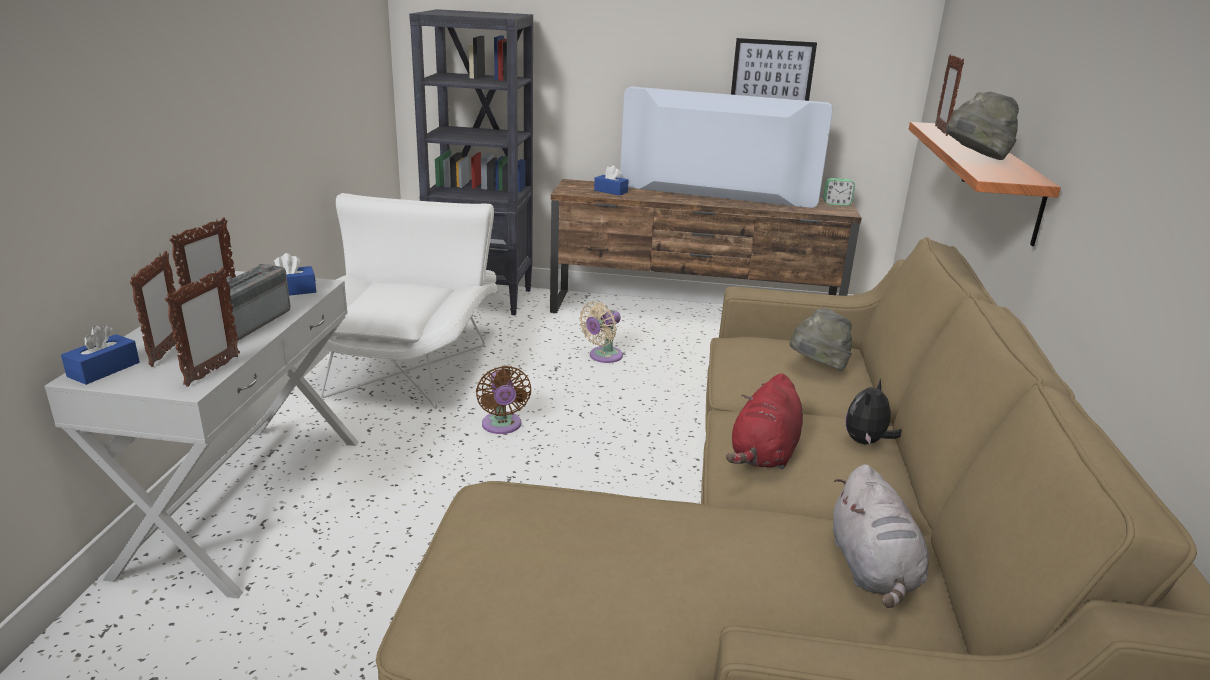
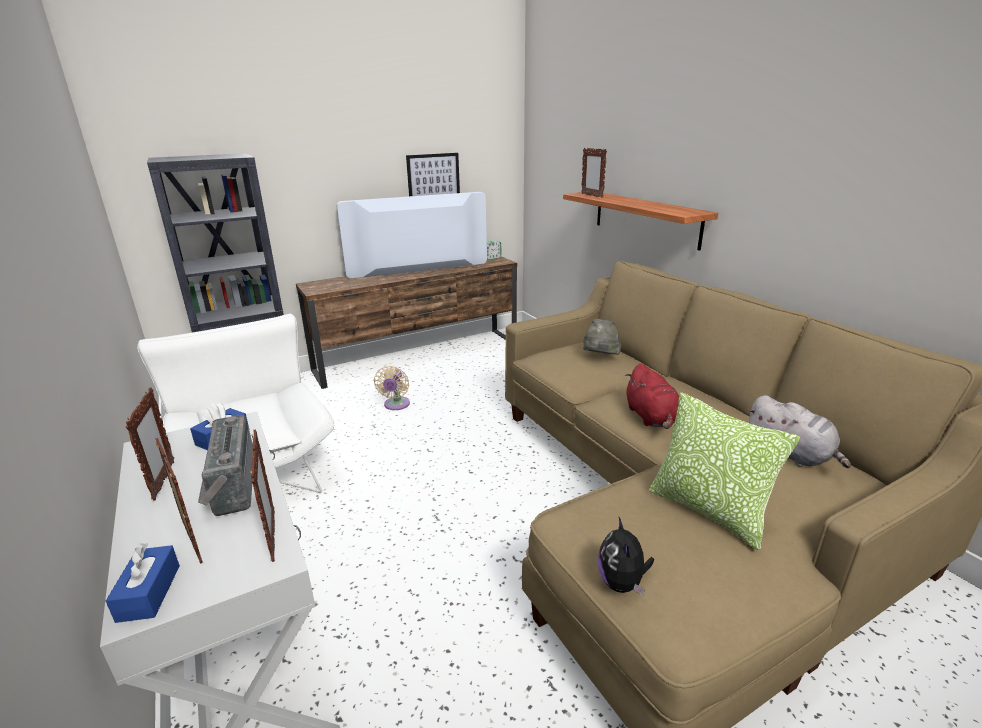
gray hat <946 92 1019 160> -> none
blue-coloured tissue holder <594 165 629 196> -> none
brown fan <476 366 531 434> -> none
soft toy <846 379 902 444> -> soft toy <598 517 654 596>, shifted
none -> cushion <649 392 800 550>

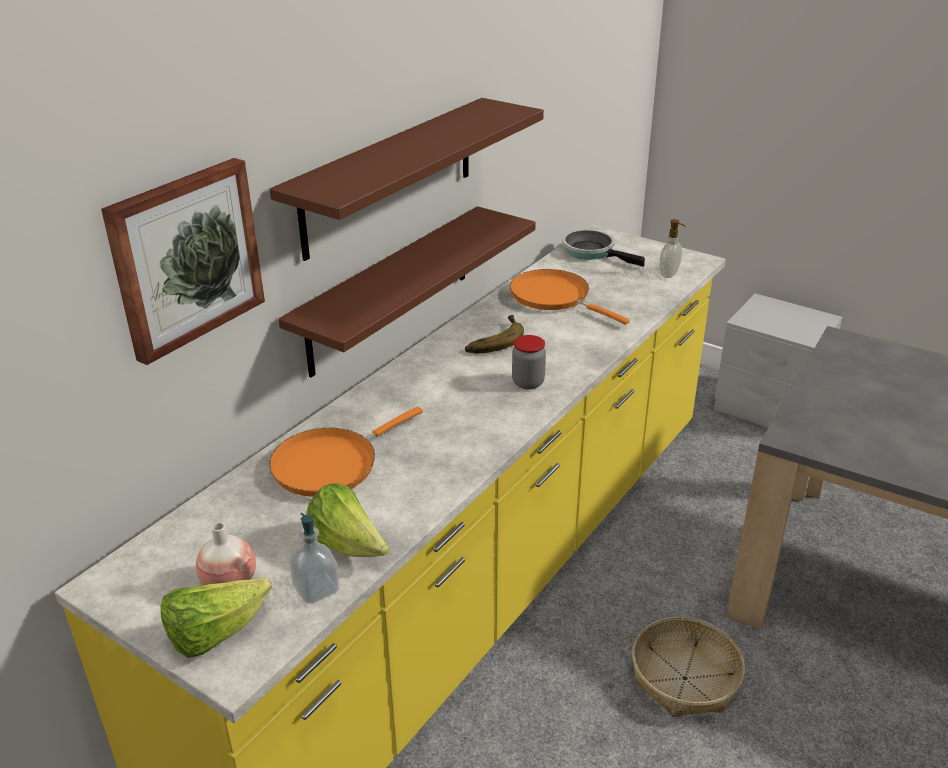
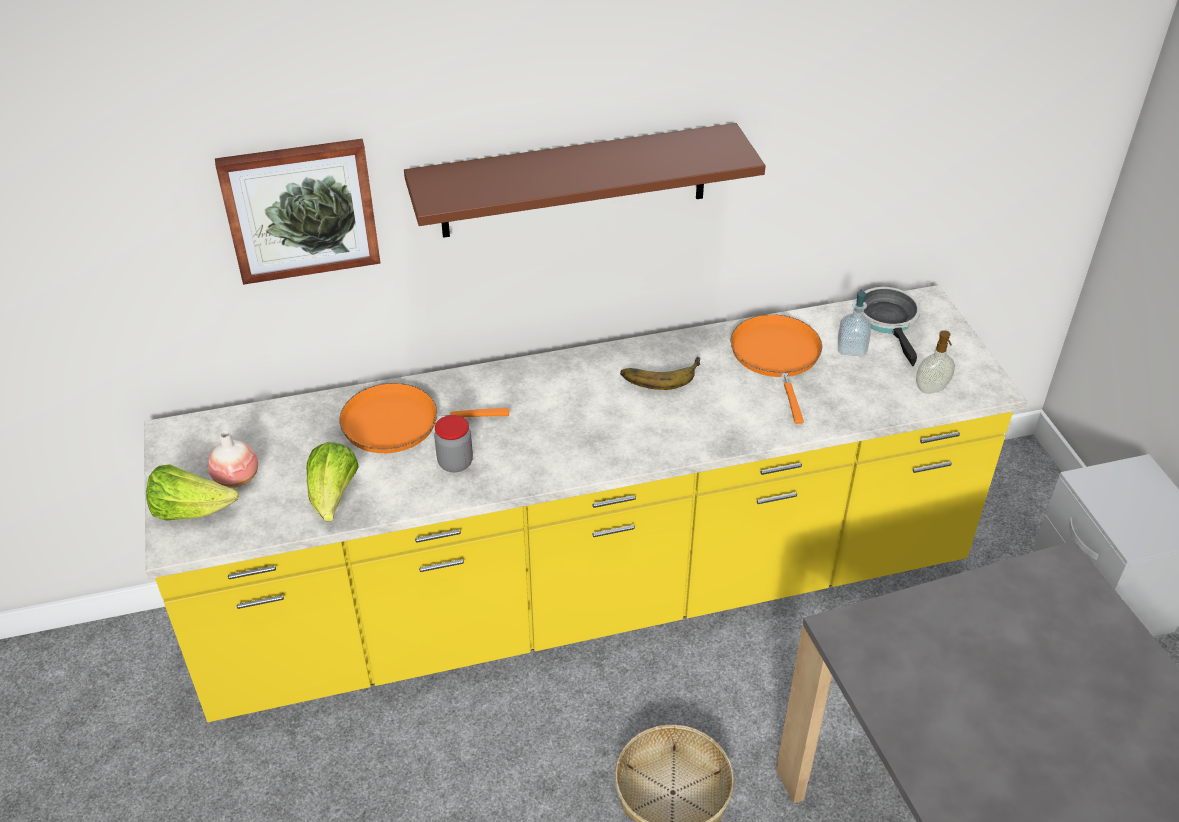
brown shelf <279 206 536 377> -> none
jar <512 335 546 389> -> jar <434 415 473 472>, shifted
soap dispenser <289 513 339 604> -> soap dispenser <838 290 871 356>, shifted

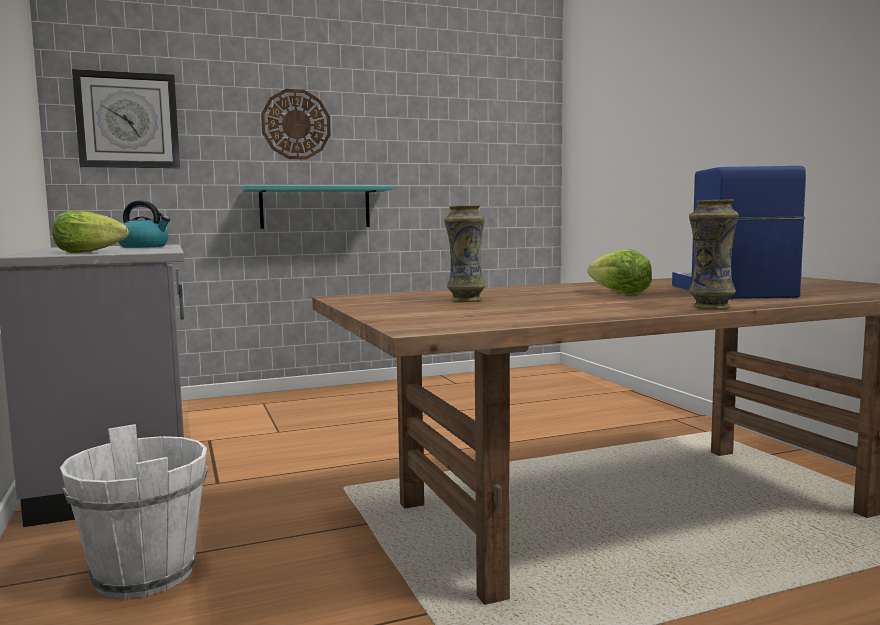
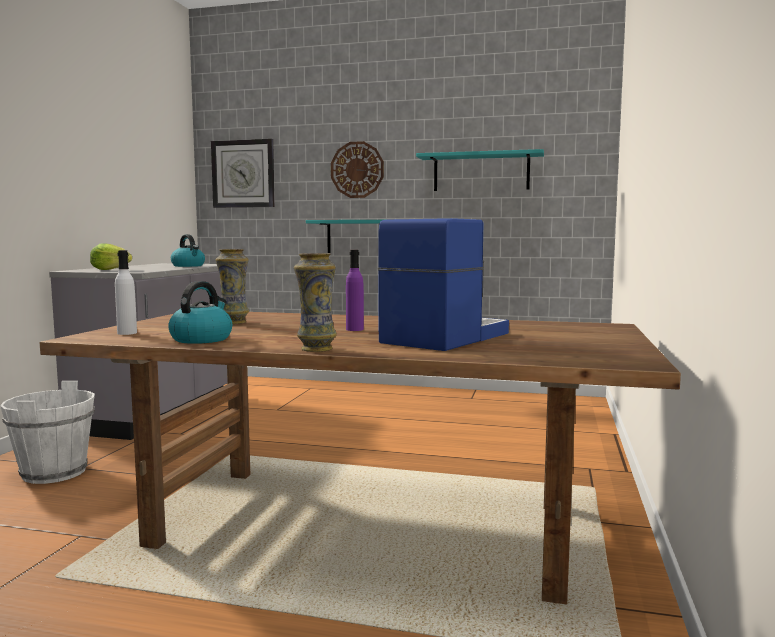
lettuce <587 250 652 295> -> purplish beverage bottle <346 250 364 331>
none -> blue-green shelf <416 149 544 191>
none -> white-coloured beverage bottle <115 250 137 335>
none -> water kettle <168 281 232 344>

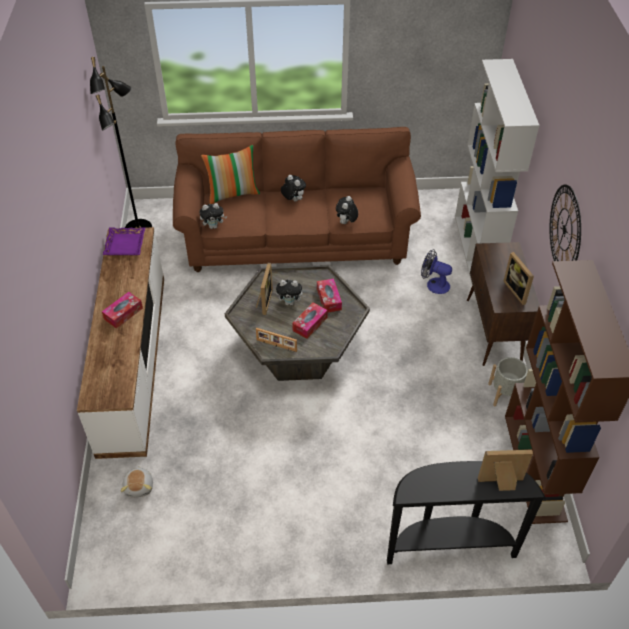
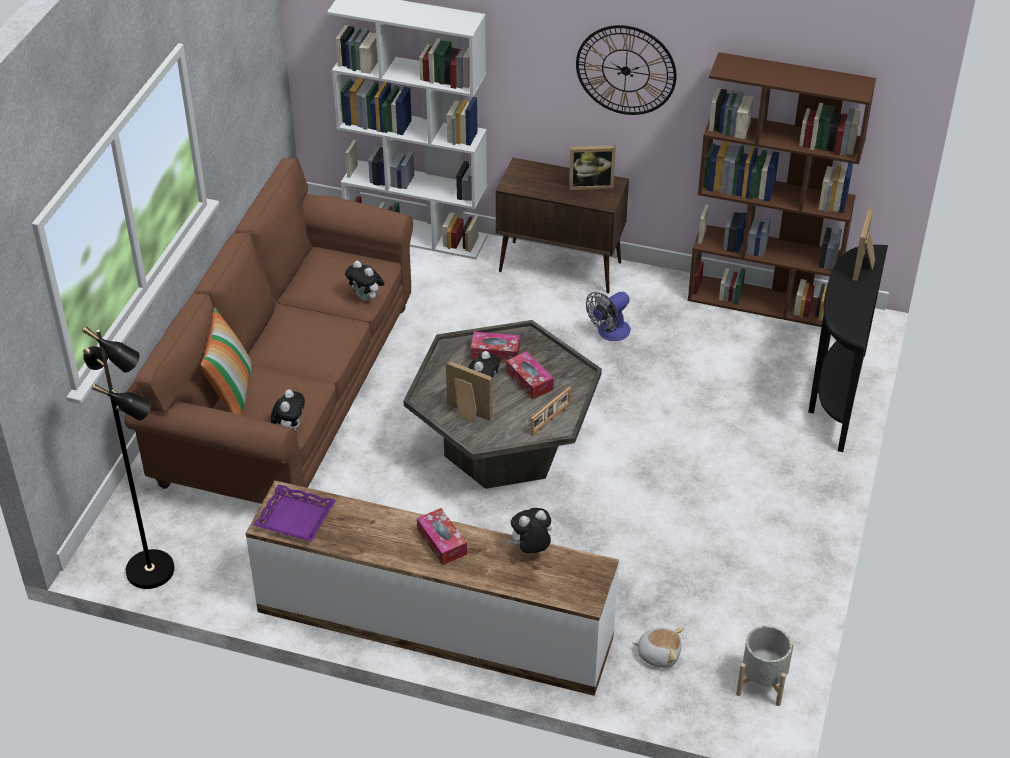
soft toy <281 175 306 202> -> soft toy <508 508 552 553>, shifted
fan <421 249 452 294> -> fan <586 292 631 341>, shifted
gray flower pot <488 357 528 406> -> gray flower pot <736 625 794 706>, shifted

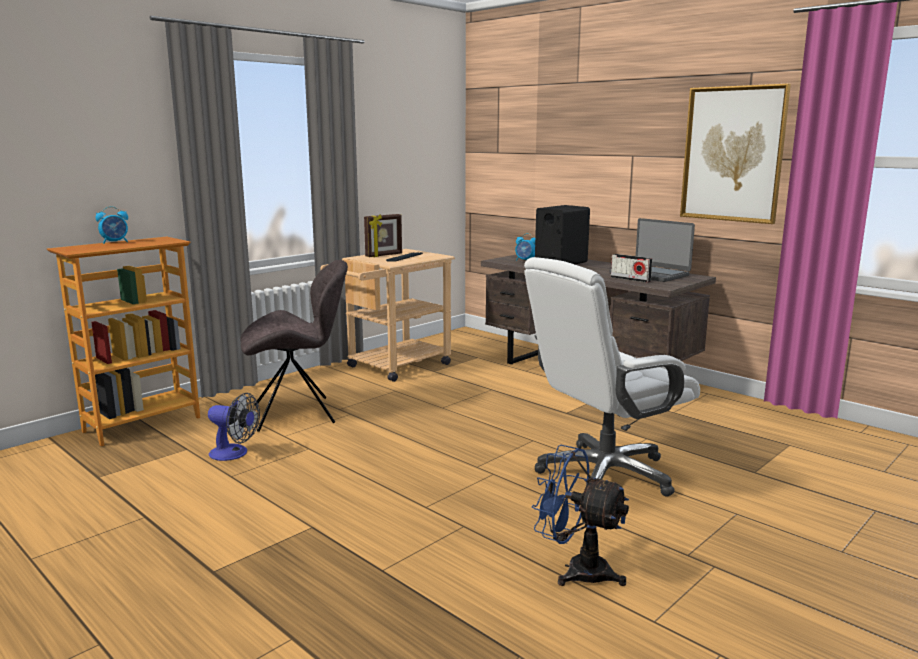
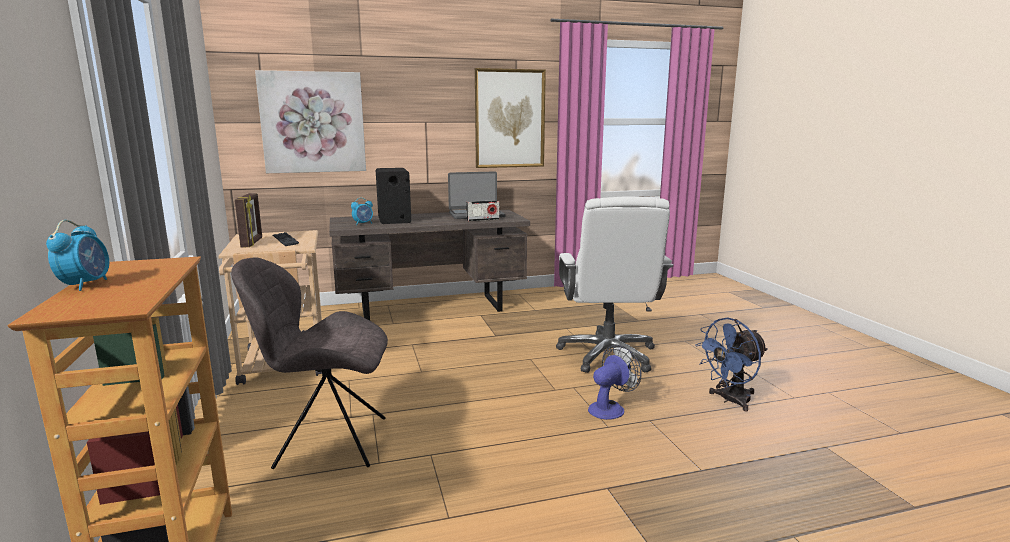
gray upright chair <240 260 348 432> -> gray upright chair <231 257 388 469>, 105 degrees counterclockwise
fan <208 393 260 461> -> fan <588 345 642 420>, shifted
none -> wall picture <255 70 366 173>

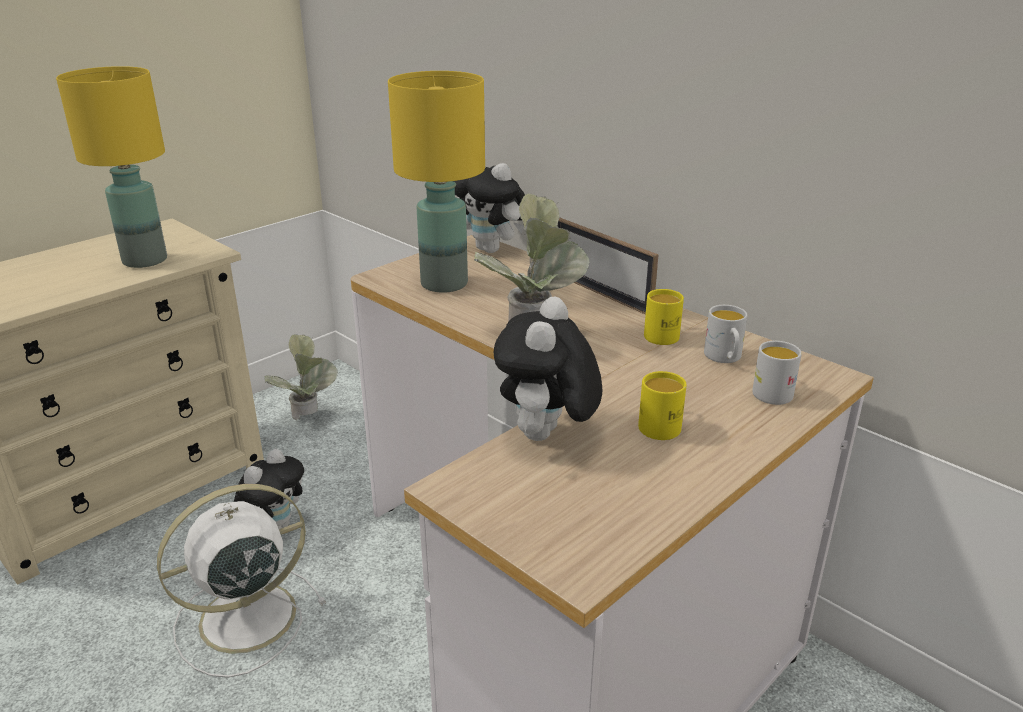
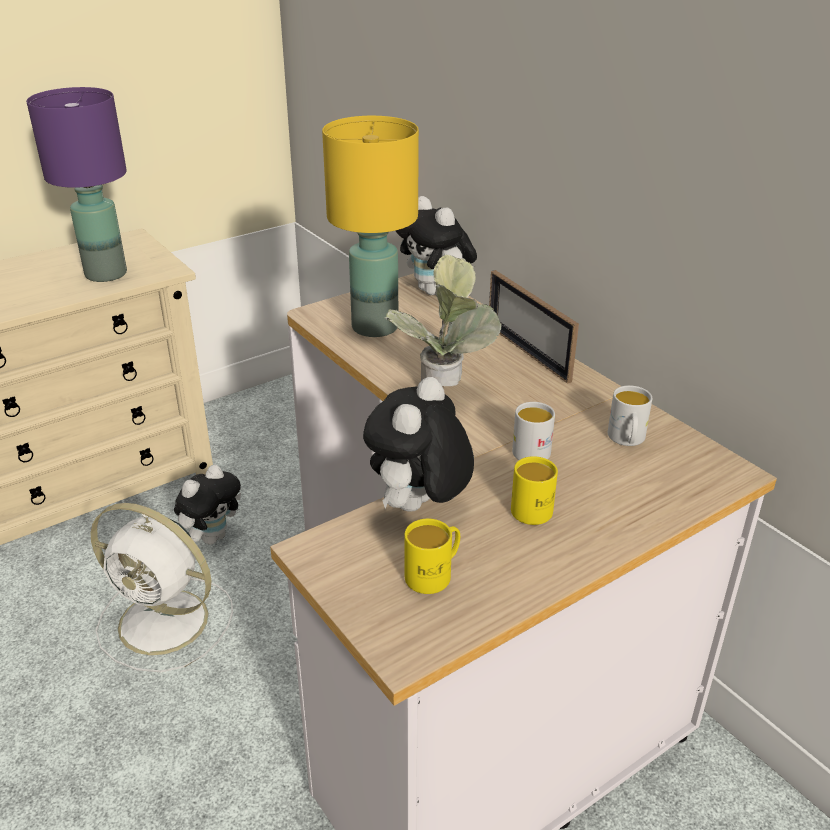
yellow lamp for a table <56 66 167 268> -> purplish lamp for a table <26 87 127 282>
yellow tea mug <644 289 684 345> -> yellow tea mug <404 519 460 594>, shifted
plant in a pot <264 334 338 421> -> none
white-coloured tea mug <752 341 802 405> -> white-coloured tea mug <512 402 555 460>, shifted
white-coloured fan <157 484 326 678> -> white-coloured fan <91 503 233 672>, 135 degrees counterclockwise

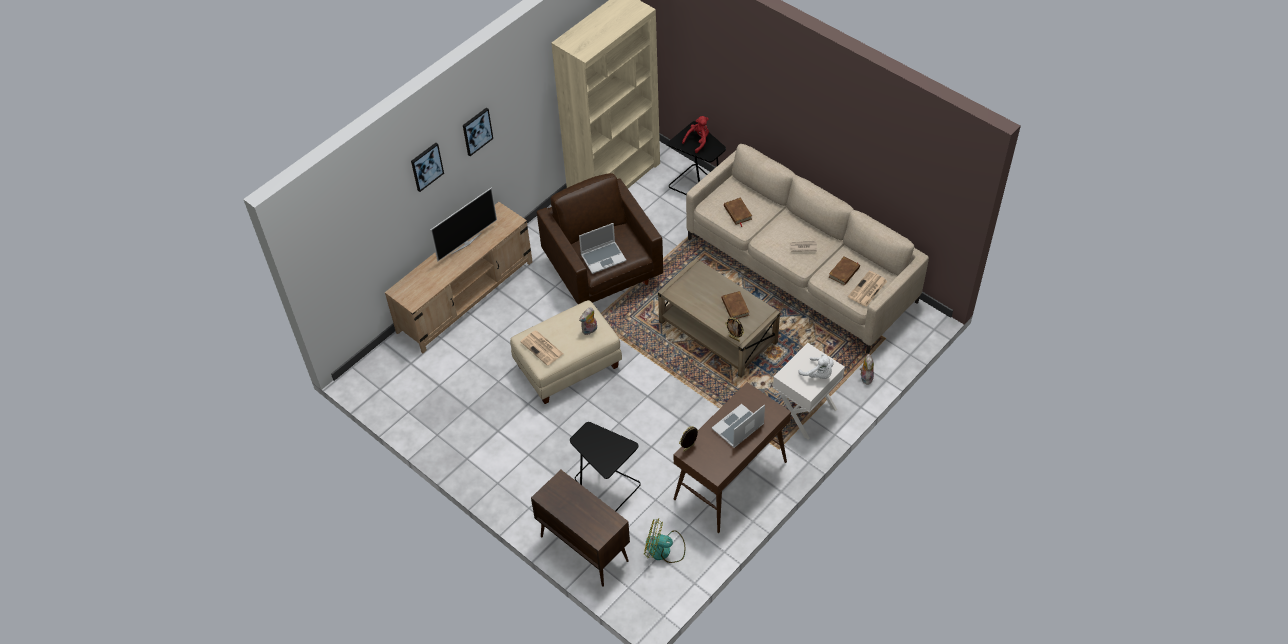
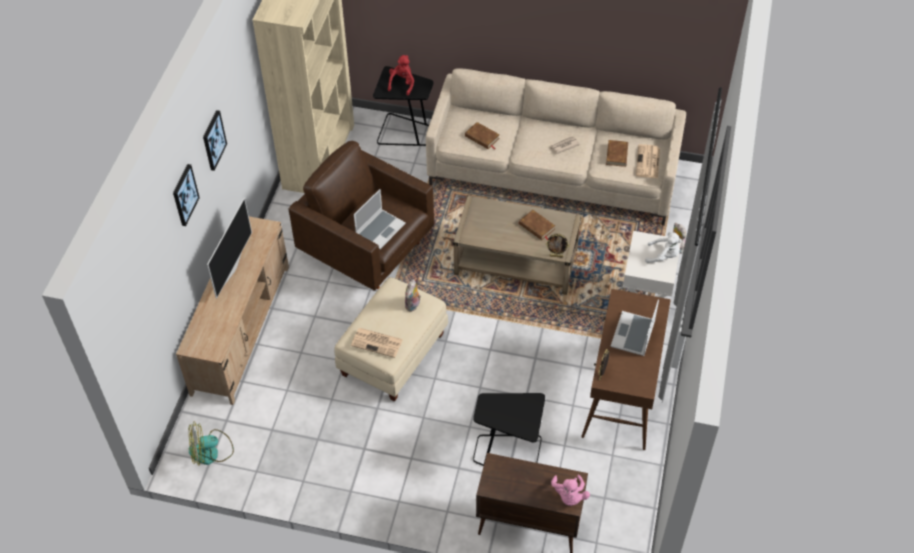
fan <644 518 685 563> -> fan <189 421 234 466>, shifted
none -> pink soft toy <551 475 590 506>

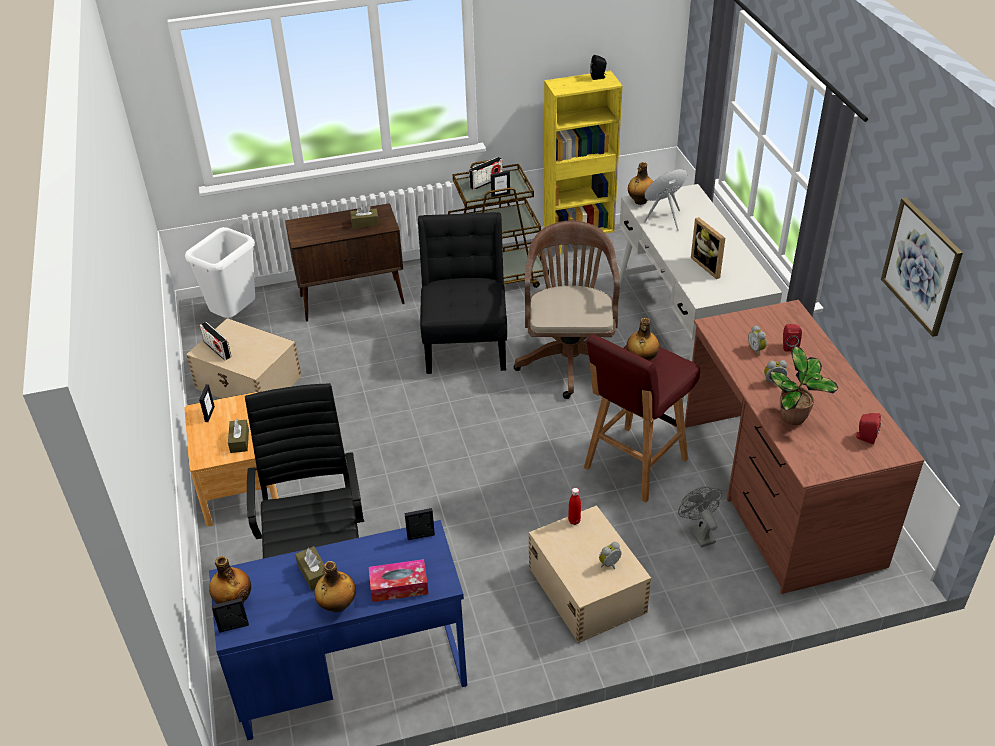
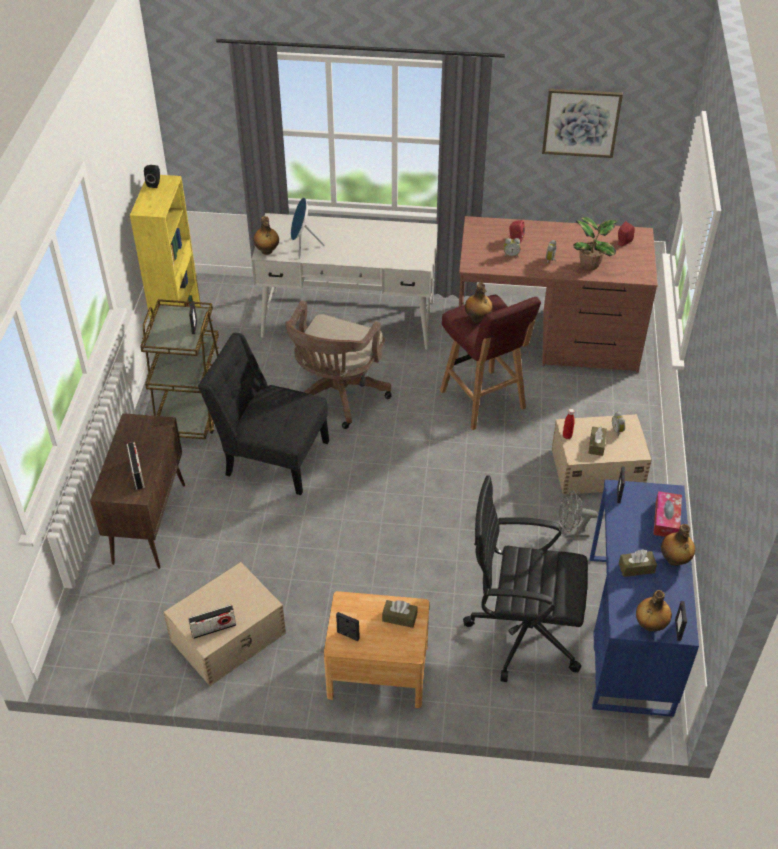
radio <469 157 503 190> -> radio <126 442 145 490>, shifted
brown tissue holder <350 205 379 228> -> brown tissue holder <588 426 607 456>, shifted
picture frame <691 217 725 279> -> none
brown office chair <514 221 620 399> -> brown office chair <285 301 391 429>, 90 degrees counterclockwise
white-coloured trash can <185 227 255 318> -> none
gray fan <678 487 722 548> -> gray fan <559 490 598 537>, shifted

